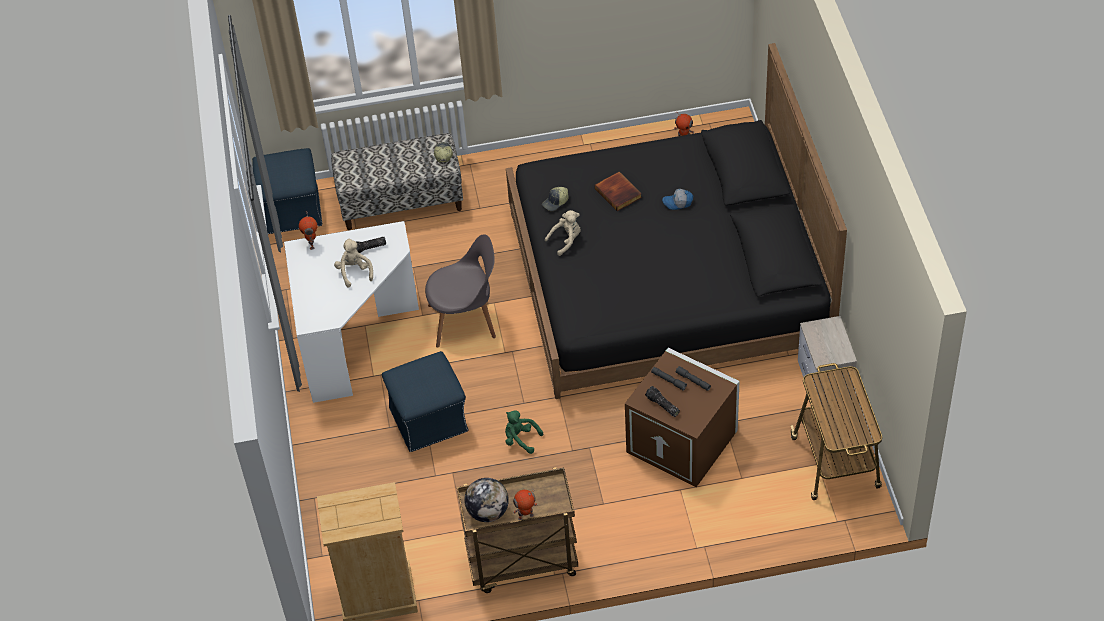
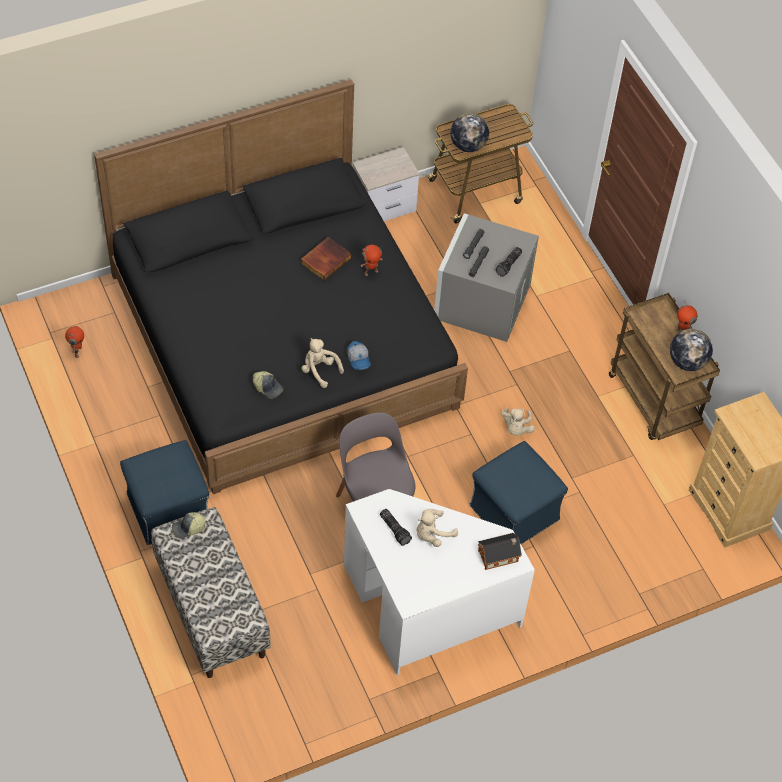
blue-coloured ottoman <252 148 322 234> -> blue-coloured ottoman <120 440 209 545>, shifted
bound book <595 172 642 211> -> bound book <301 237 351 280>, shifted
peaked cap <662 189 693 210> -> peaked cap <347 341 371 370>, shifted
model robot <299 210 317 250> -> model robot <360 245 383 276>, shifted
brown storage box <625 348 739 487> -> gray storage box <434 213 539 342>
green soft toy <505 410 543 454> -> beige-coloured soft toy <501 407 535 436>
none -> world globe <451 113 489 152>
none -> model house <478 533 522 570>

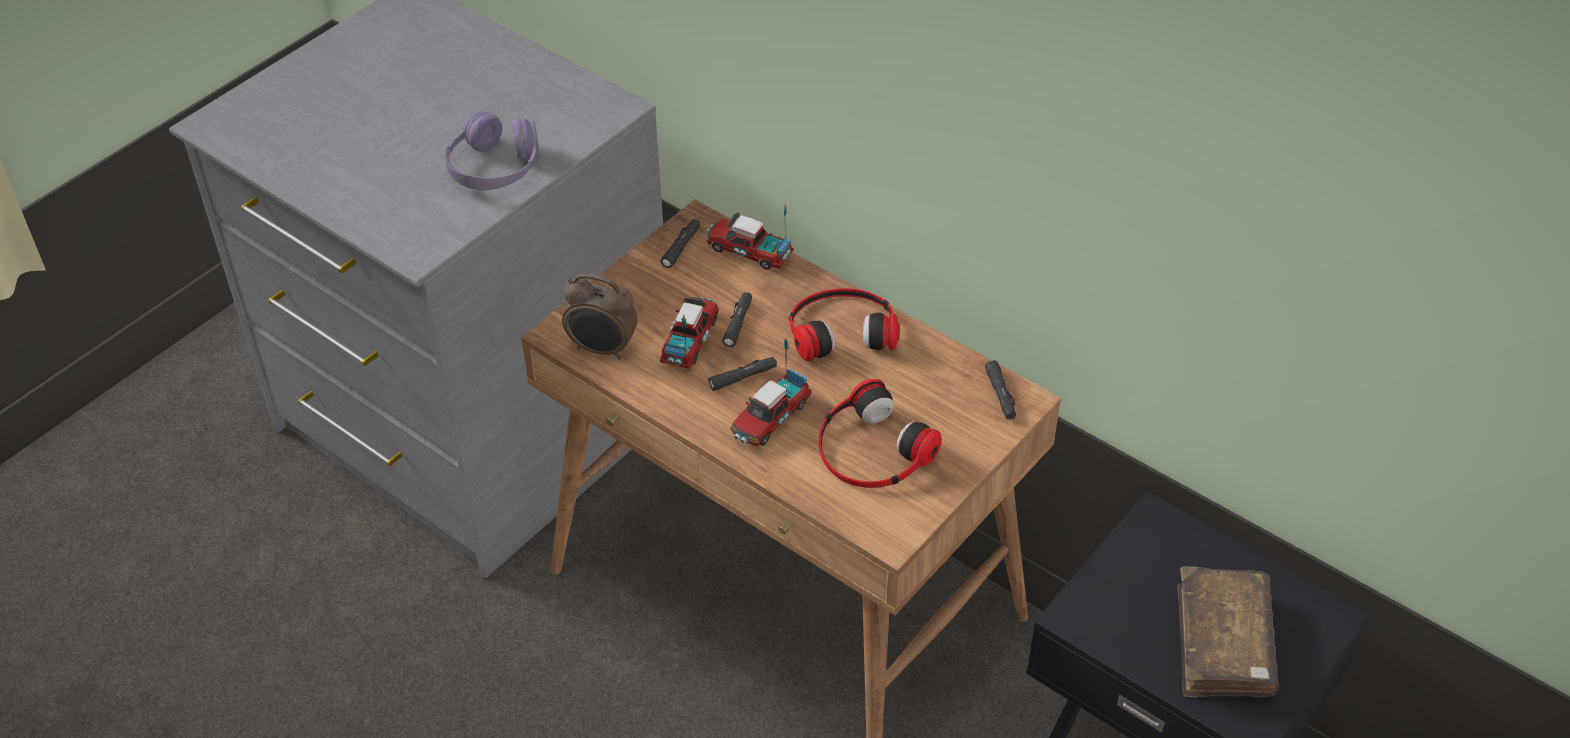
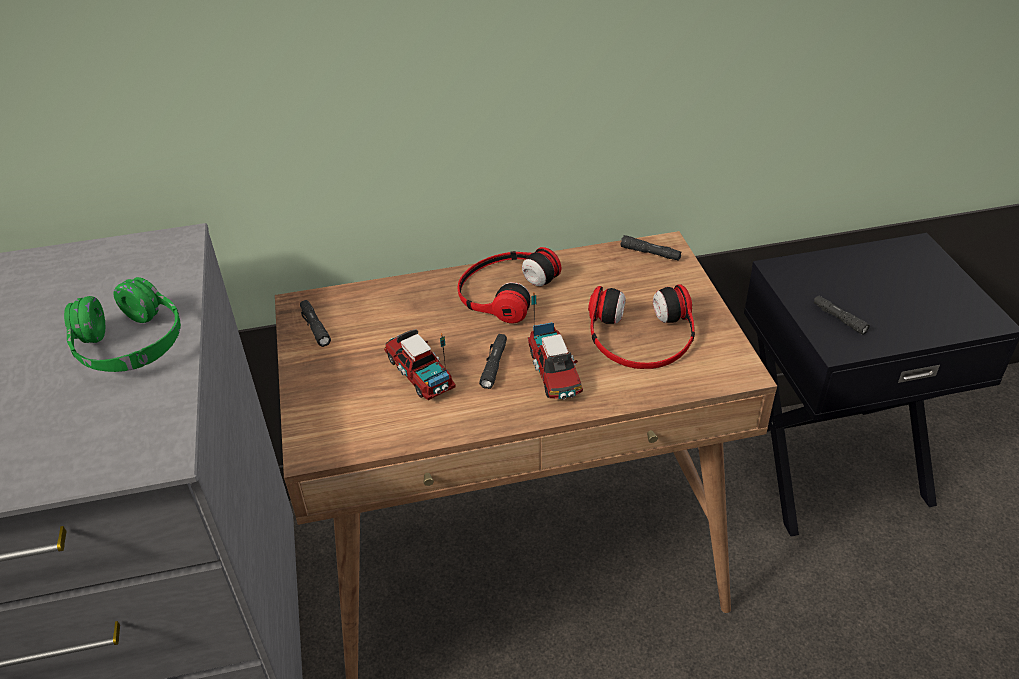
purplish headphones <445 111 539 190> -> green headphones <64 277 181 372>
toy truck <706 204 794 270> -> none
bedside clock <562 274 638 360> -> none
blackish flashlight <722 292 752 347> -> blackish flashlight <814 295 870 335>, shifted
brown bound book <1177 566 1279 697> -> none

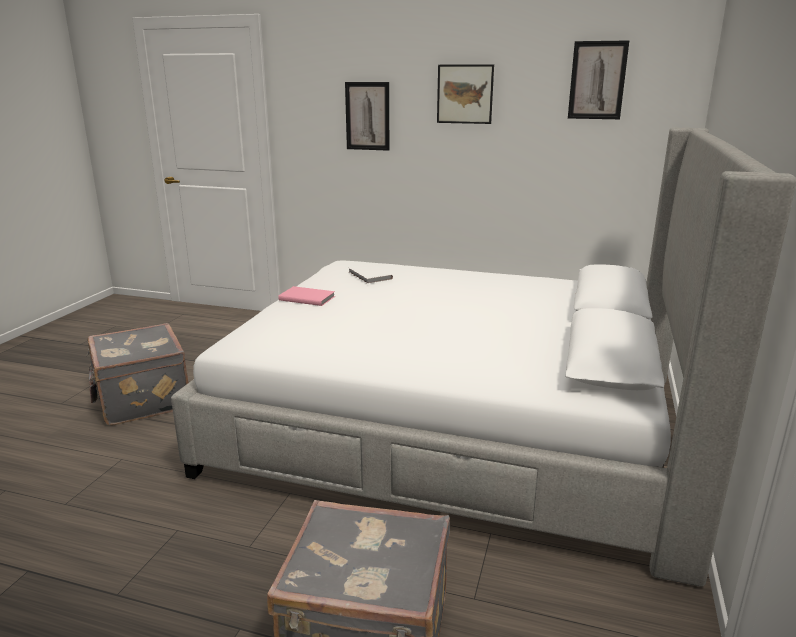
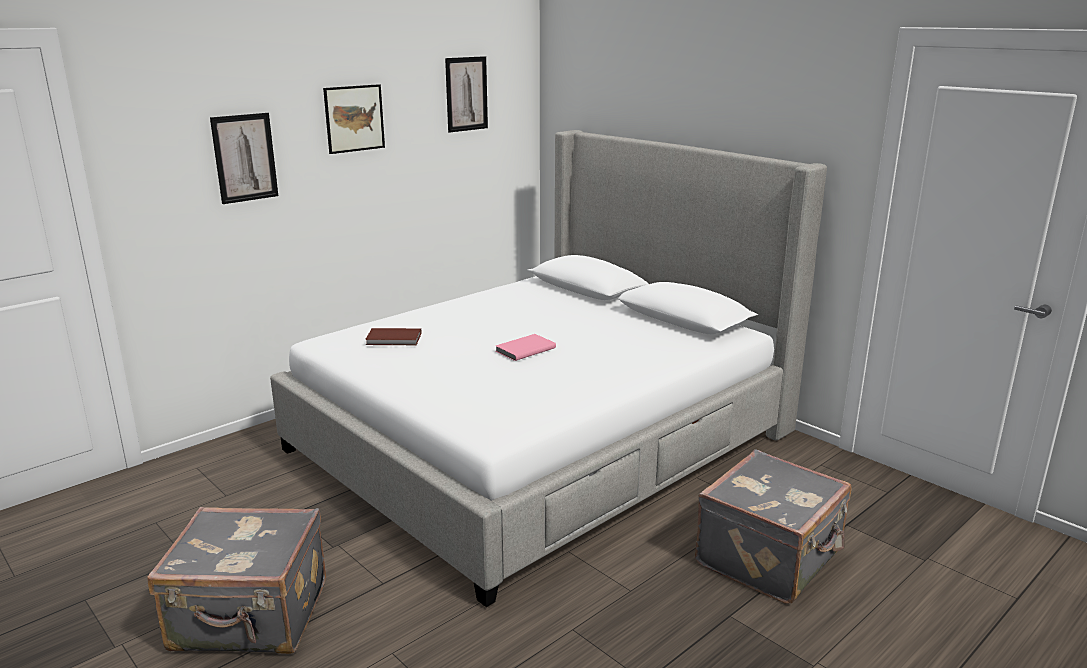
white-coloured bound book <348 264 393 284> -> brown bound book <365 328 421 345>
pink bound book <278 286 335 306> -> pink bound book <496 334 556 361>, shifted

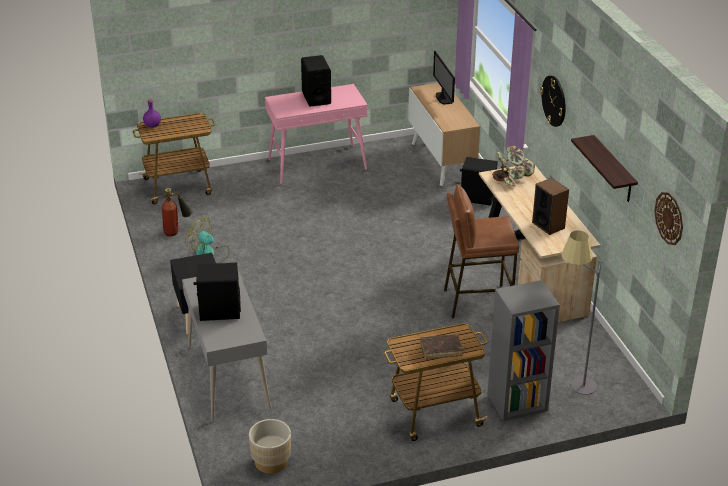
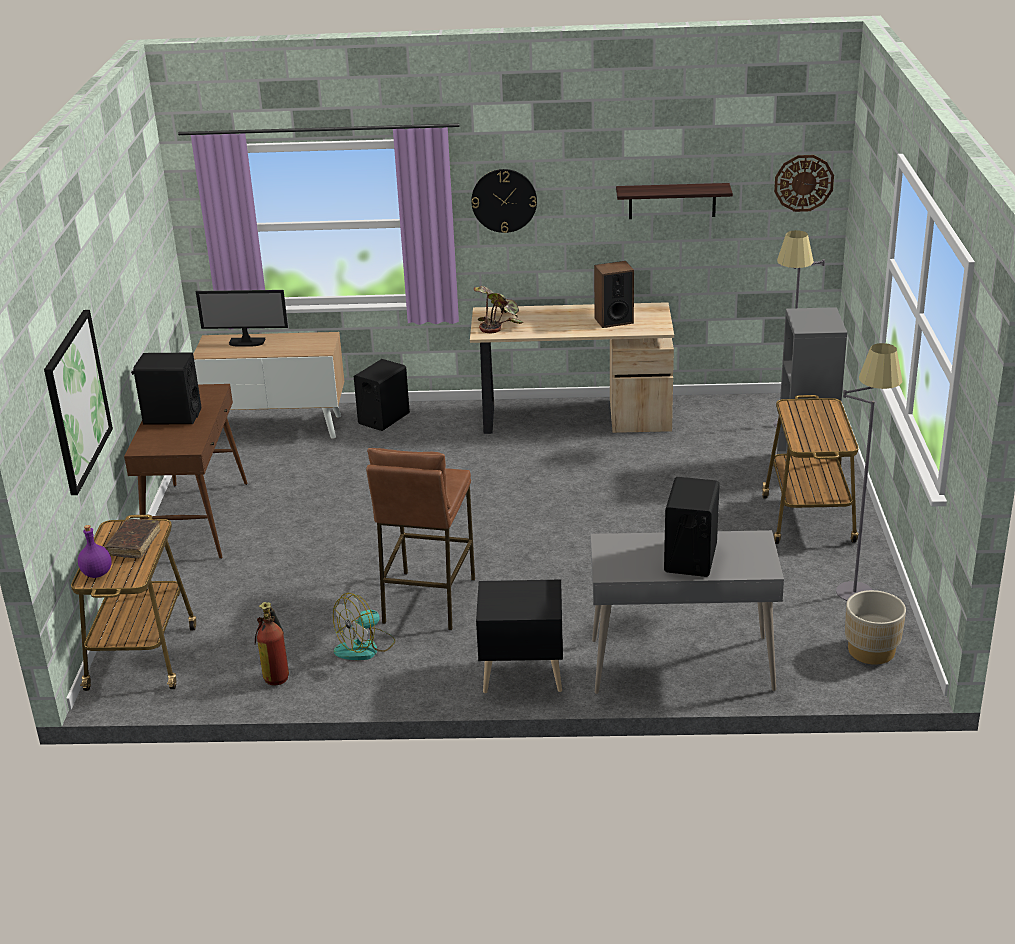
pink hall table <265 84 367 184> -> brown hall table <124 384 248 559>
brown sitting stool <444 184 519 319> -> brown sitting stool <366 448 475 630>, shifted
brown bound book <420 334 463 360> -> brown bound book <104 519 160 558>, shifted
none -> wall picture <44 310 113 495>
none -> gray standard lamp <836 343 903 601>

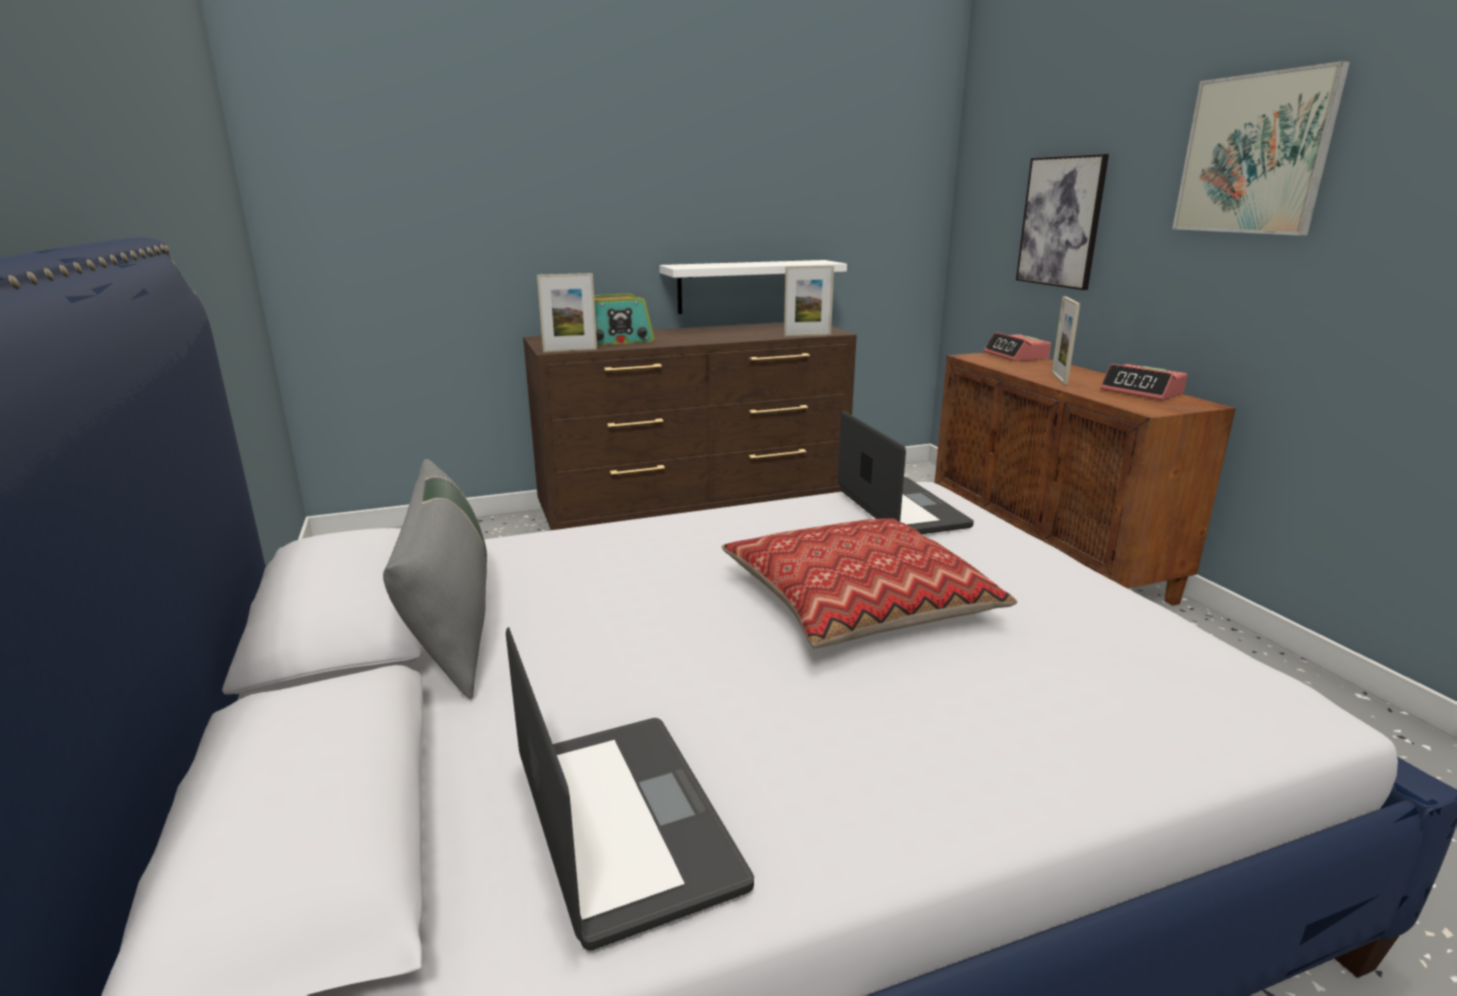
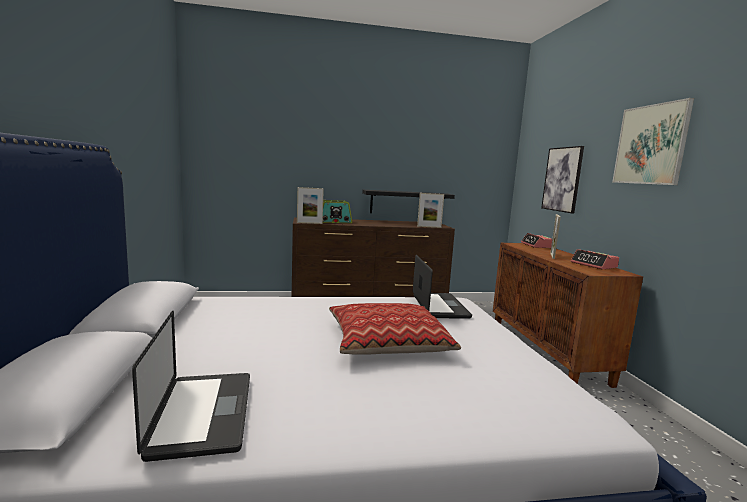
white-coloured shelf <659 260 847 314> -> blackish shelf <362 190 455 213>
gray cushion <383 459 487 699> -> none

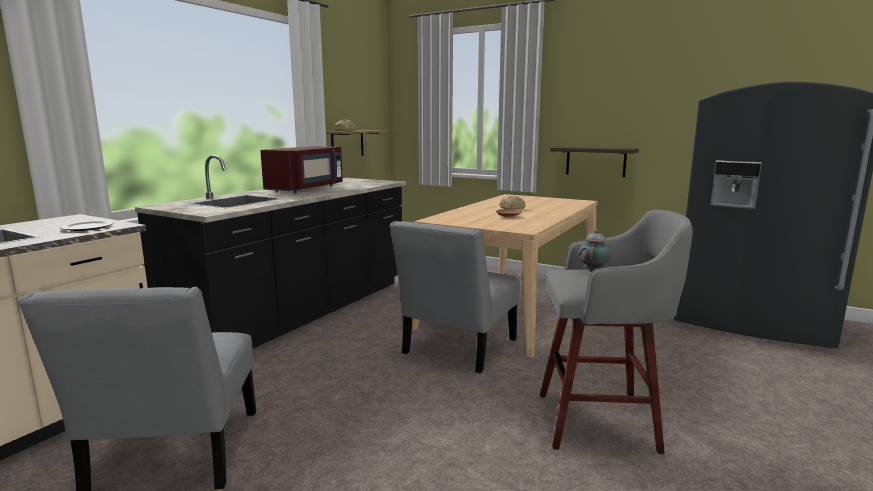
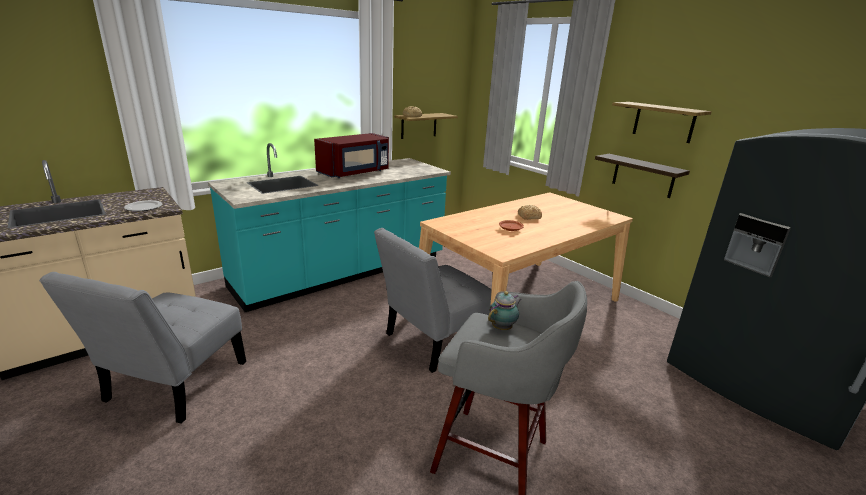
blackish kitchen counter <135 155 406 348> -> blue-green kitchen counter <208 143 451 312>
none -> shelf <612 102 712 143>

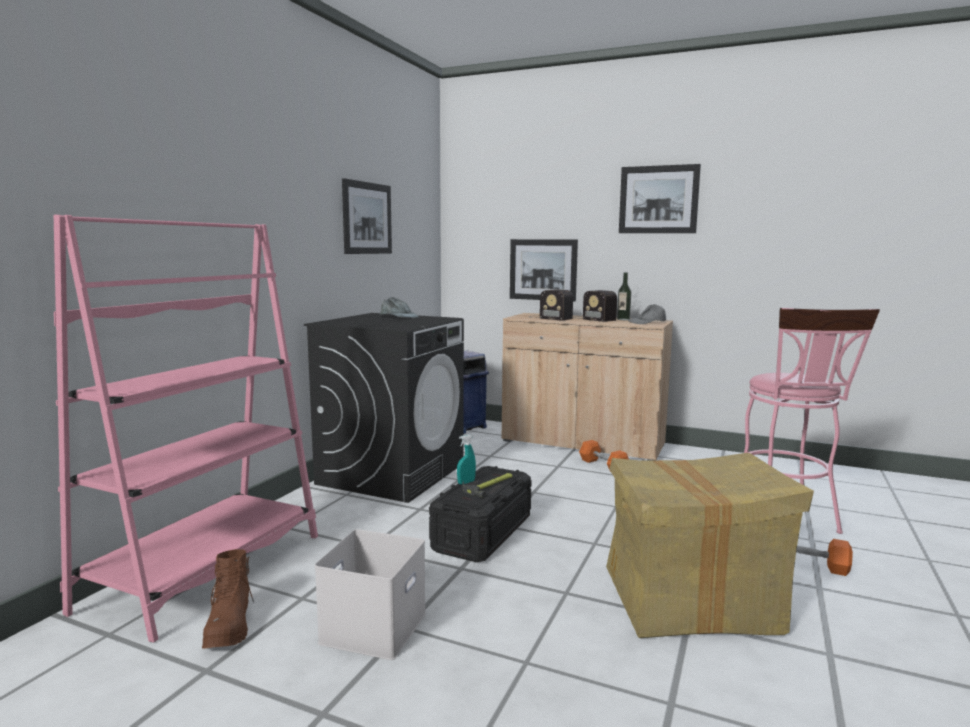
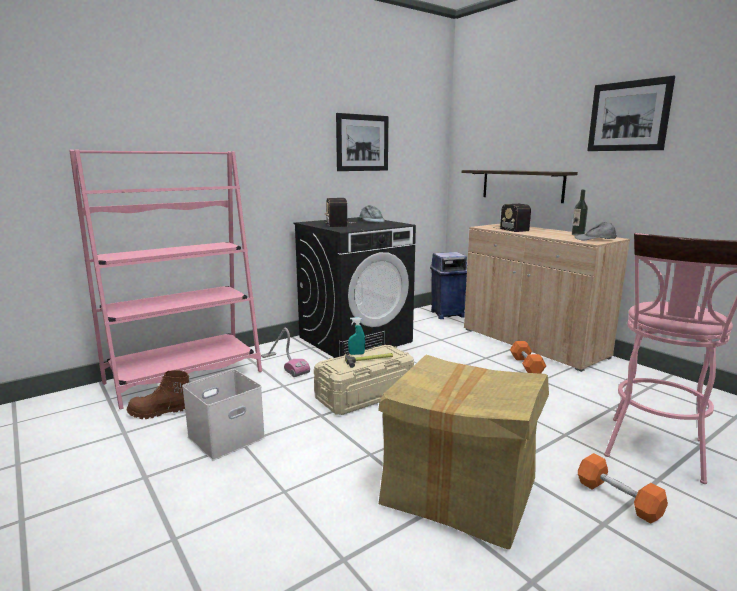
wall picture <510 239 578 301> -> shelf <462 170 578 203>
radio <573 290 617 322> -> radio <324 198 356 227>, shifted
blackish storage box <429 466 532 562> -> beige-coloured storage box <314 345 414 415>
brown high-top boot <202 549 254 649> -> brown high-top boot <127 370 189 419>, 60 degrees clockwise
none -> vacuum <261 327 310 377>

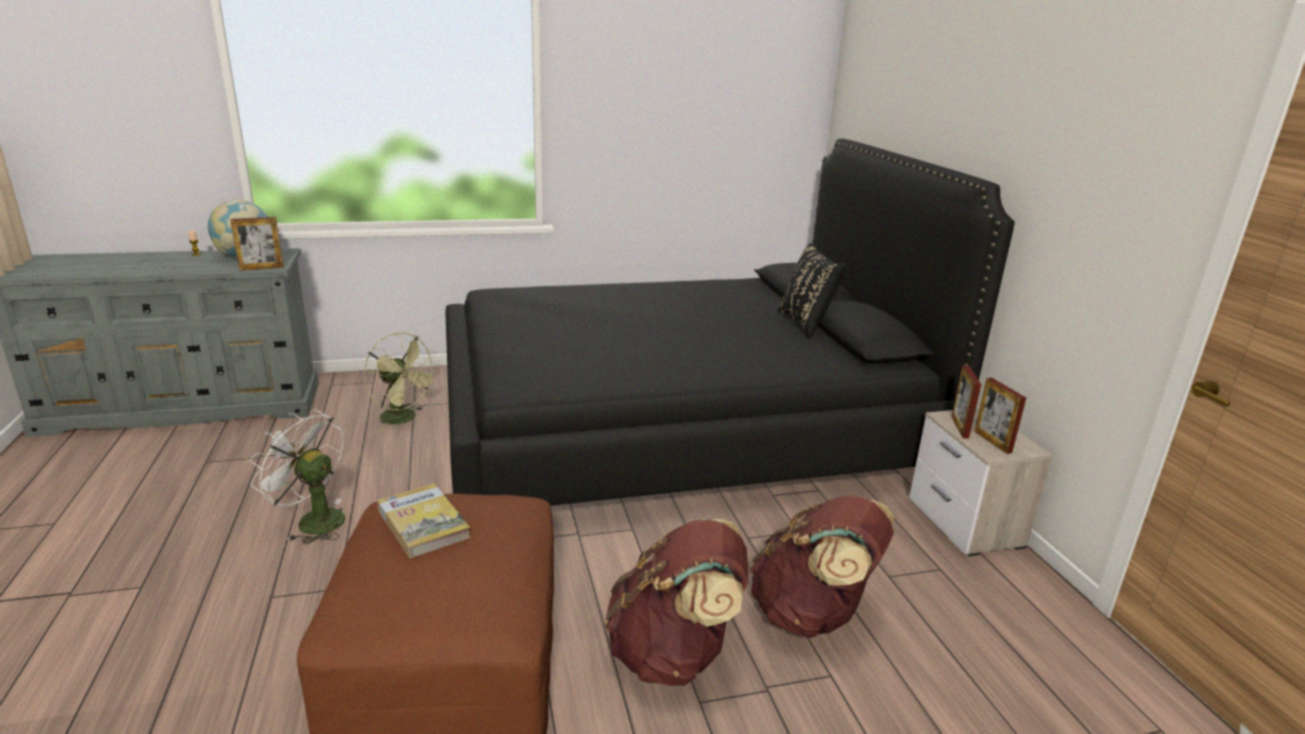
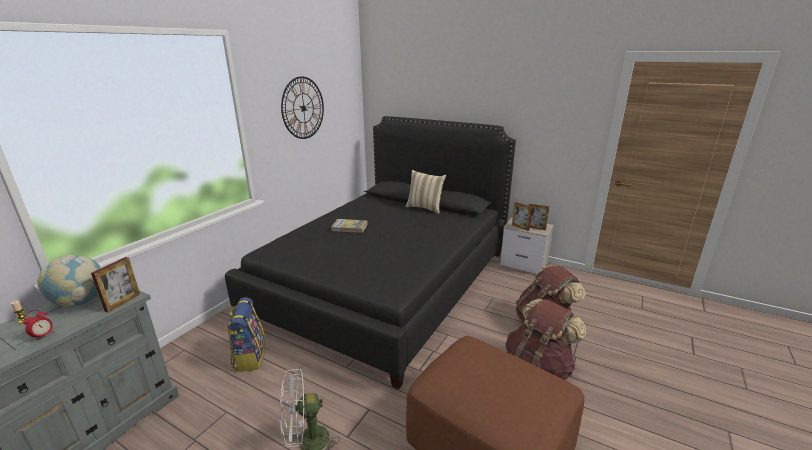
blackish cushion <778 243 847 339> -> beige-coloured cushion <405 170 446 214>
green fan <364 332 440 431> -> rucksack <227 297 265 372>
bound book <377 483 471 558> -> bound book <331 219 368 233>, shifted
none -> clock on the wall <281 76 324 139>
none -> bedside clock <23 310 54 339>

